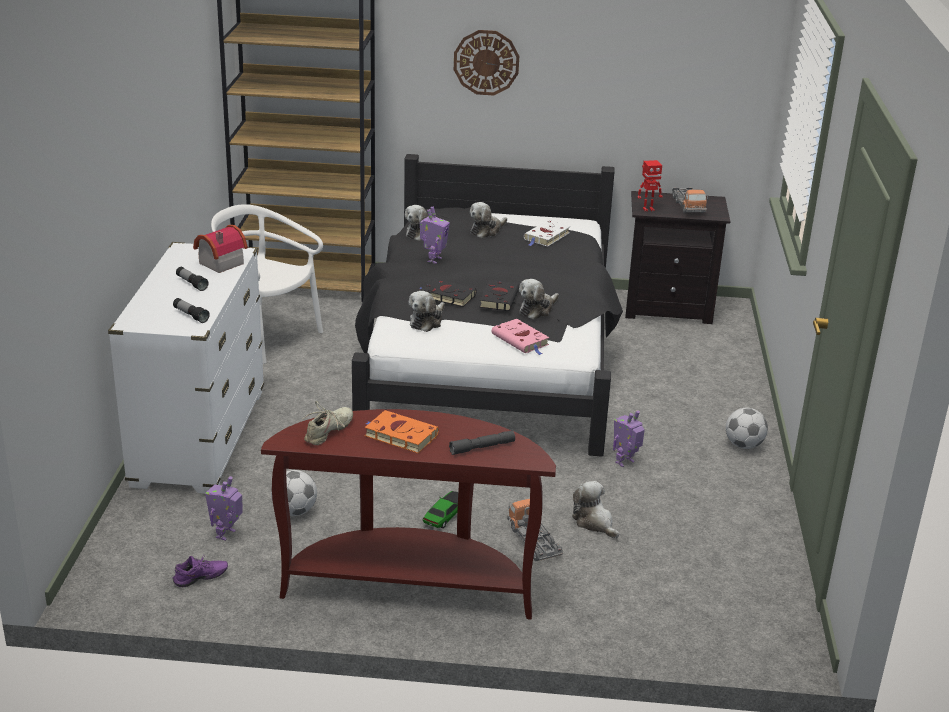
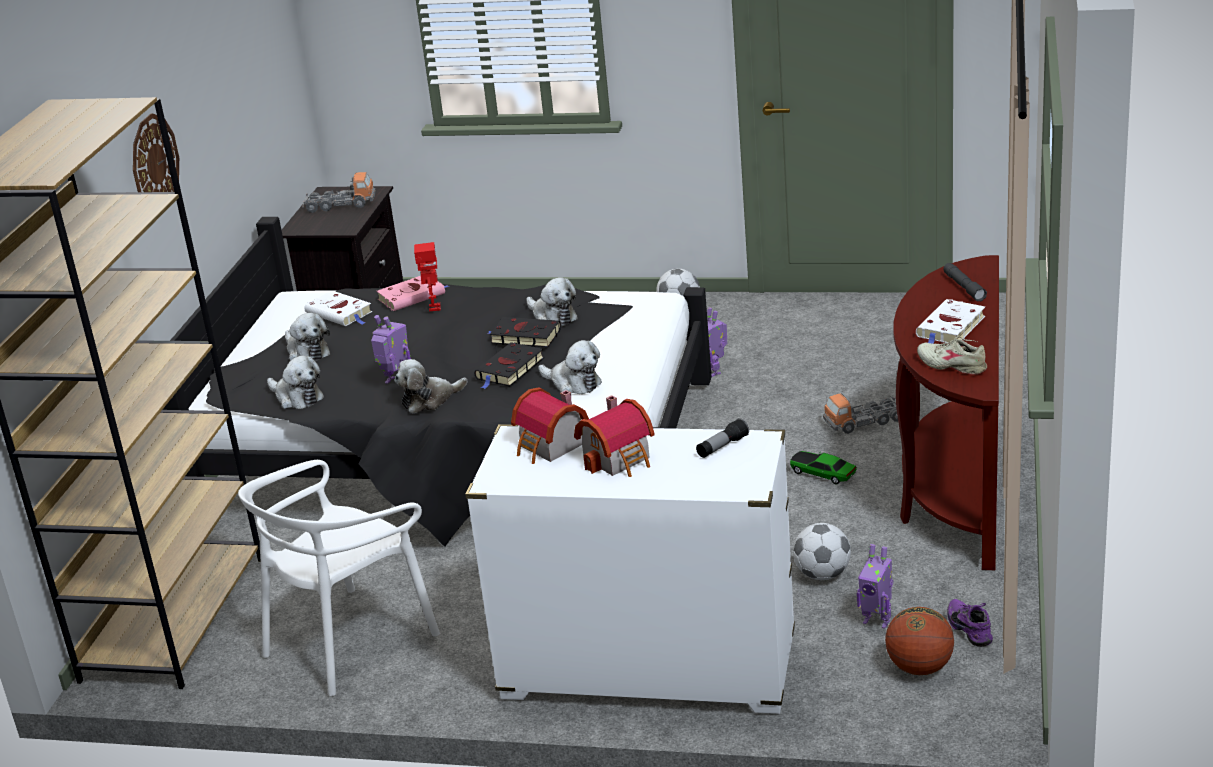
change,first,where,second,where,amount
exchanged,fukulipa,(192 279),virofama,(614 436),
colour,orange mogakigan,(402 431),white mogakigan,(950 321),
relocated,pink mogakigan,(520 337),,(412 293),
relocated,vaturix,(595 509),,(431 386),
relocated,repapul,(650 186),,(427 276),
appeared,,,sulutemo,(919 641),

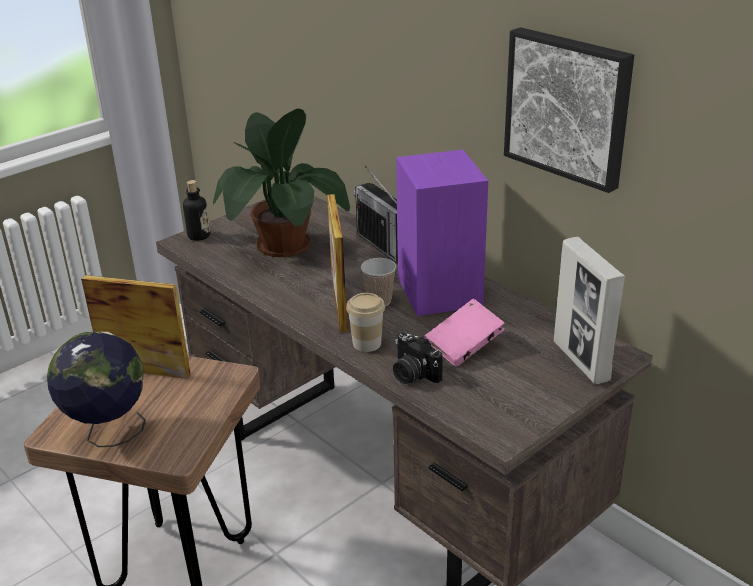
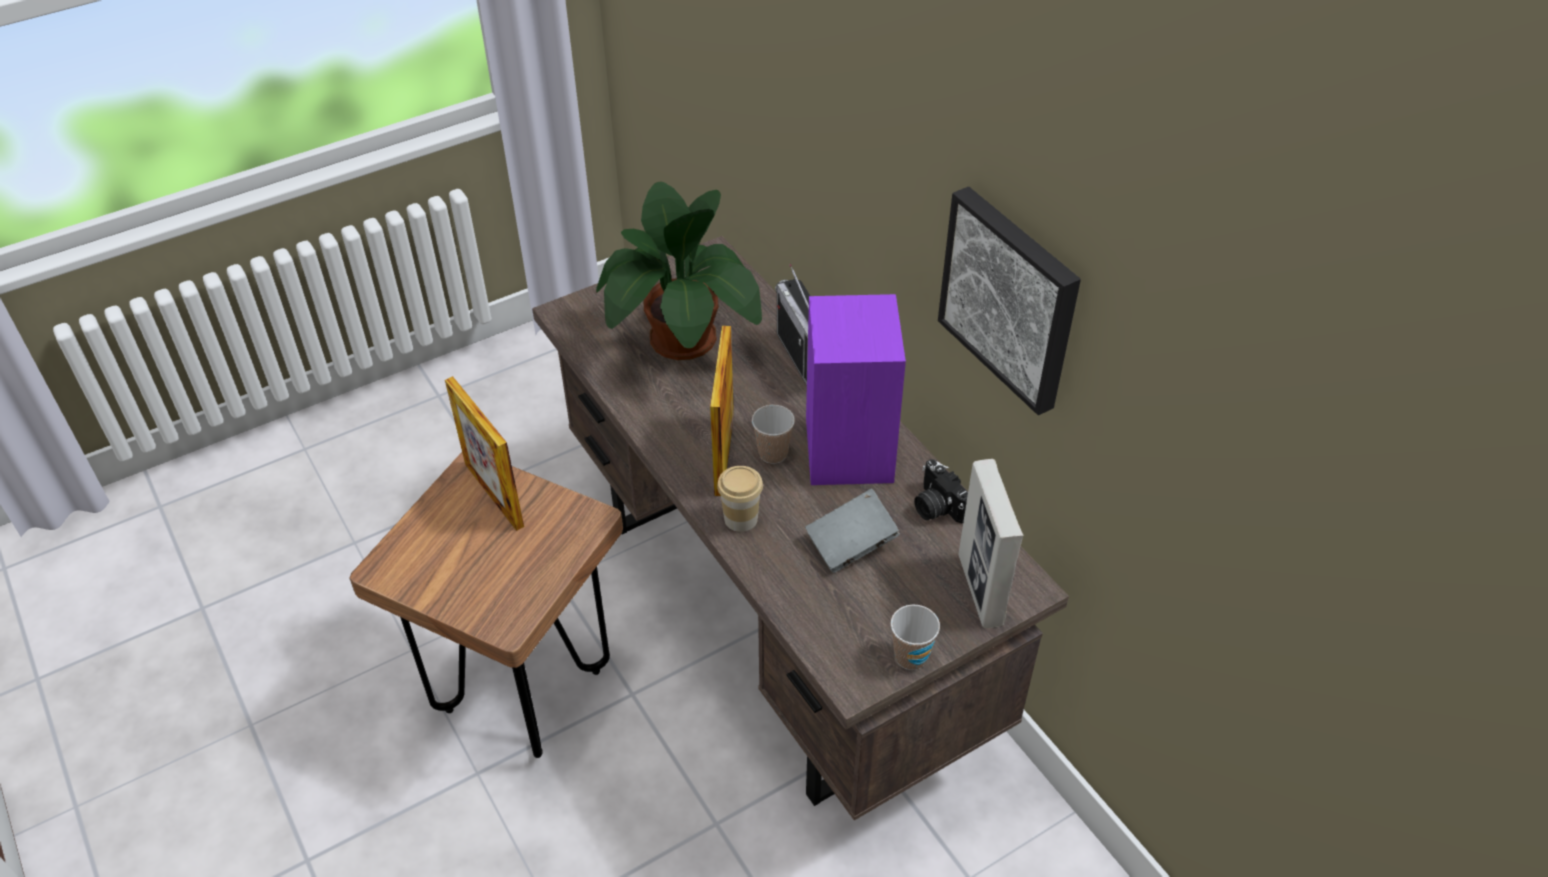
change,first,where,second,where,amount
missing,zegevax,(96 389),,,
spun,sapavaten,(136 327),,(484 453),150 degrees counterclockwise
missing,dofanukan,(196 210),,,
relocated,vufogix,(418 358),,(941 491),
colour,pink mogakigan,(464 333),grey mogakigan,(852 531),
appeared,,,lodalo,(915 637),

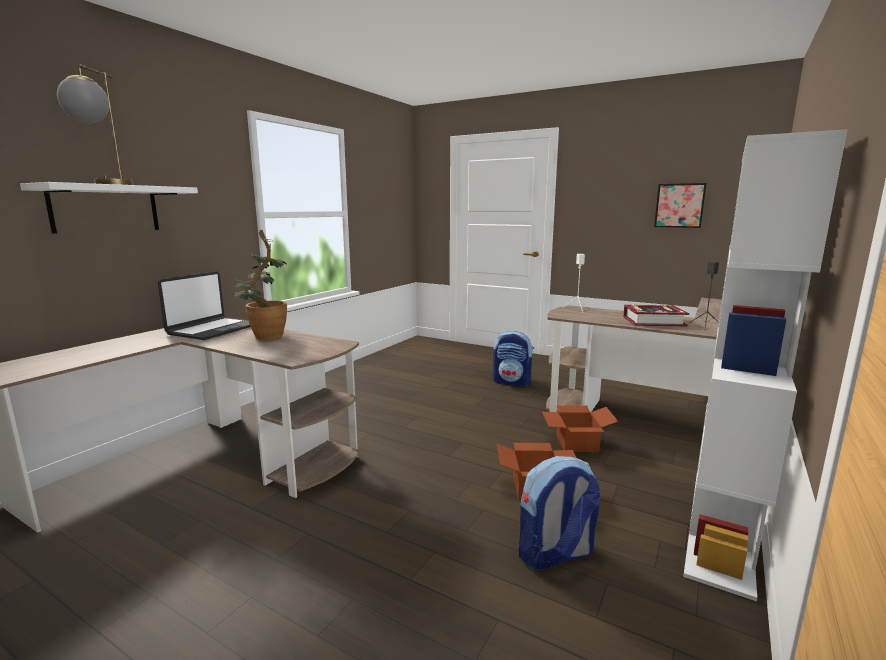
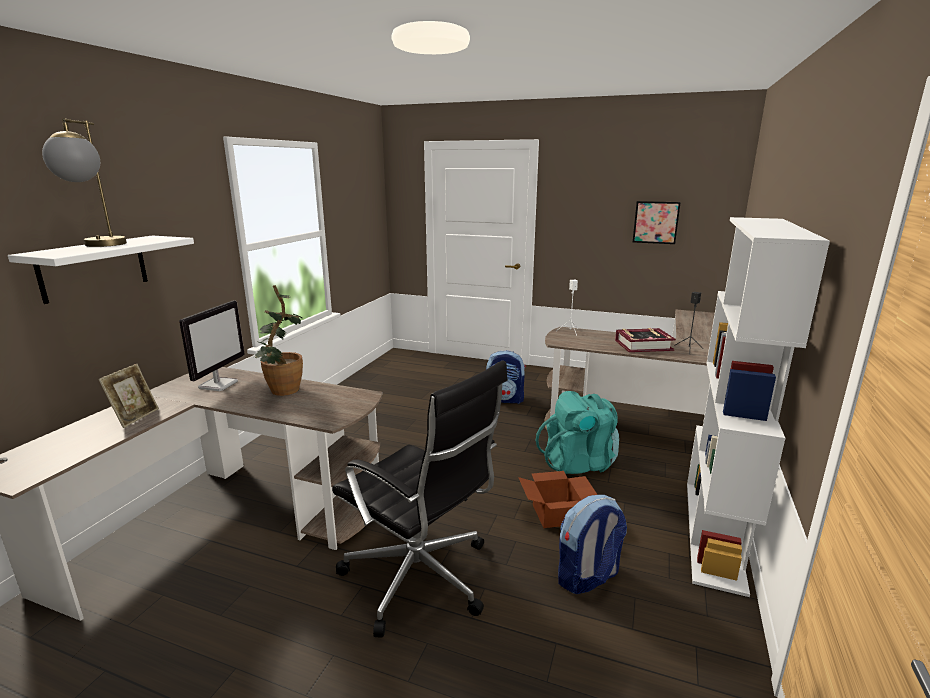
change,first,where,second,where,amount
exchanged,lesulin,(204 305),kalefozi,(211 345),
exchanged,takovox,(580 428),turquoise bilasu,(577 432),
appeared,,,sapavaten,(128 396),
appeared,,,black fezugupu,(420 499),

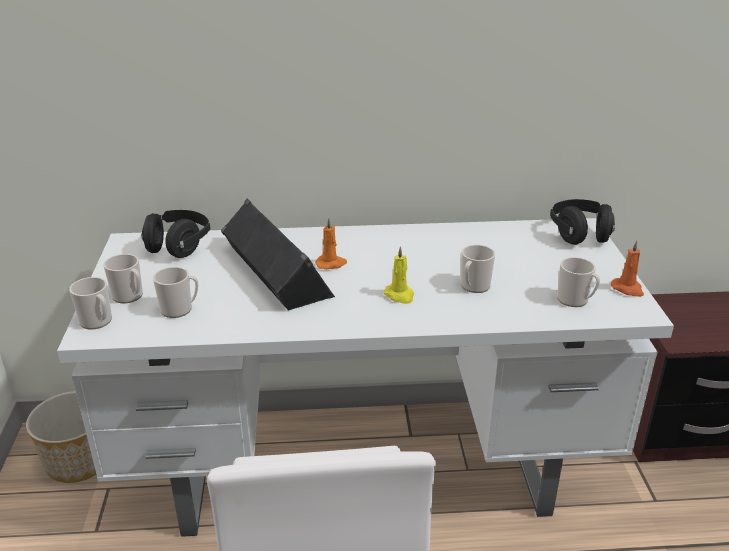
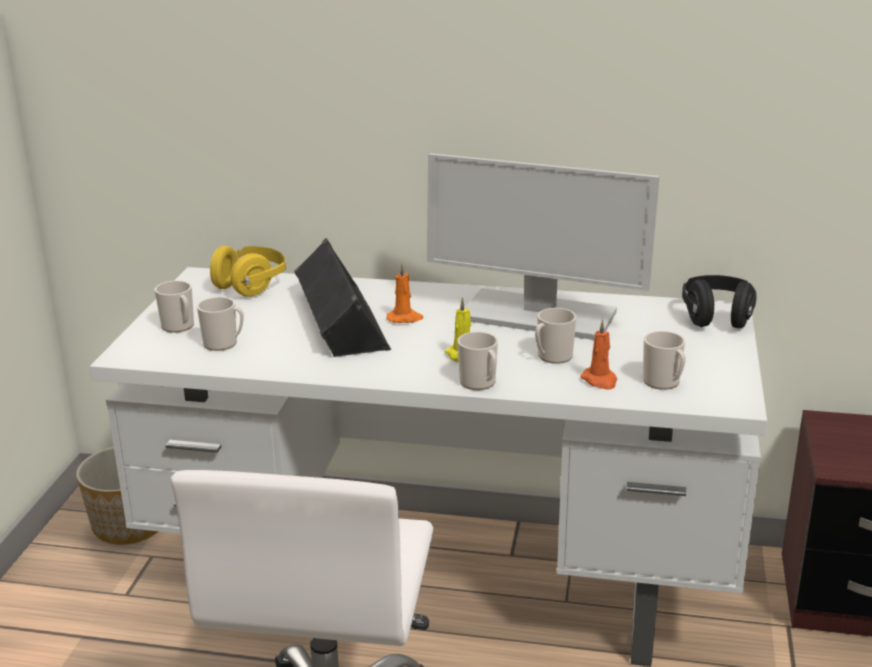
change,first,where,second,where,amount
relocated,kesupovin,(90 303),,(477 361),
colour,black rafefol,(176 234),yellow rafefol,(248 271),
relocated,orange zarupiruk,(627 269),,(599 355),
appeared,,,kalefozi,(543 246),

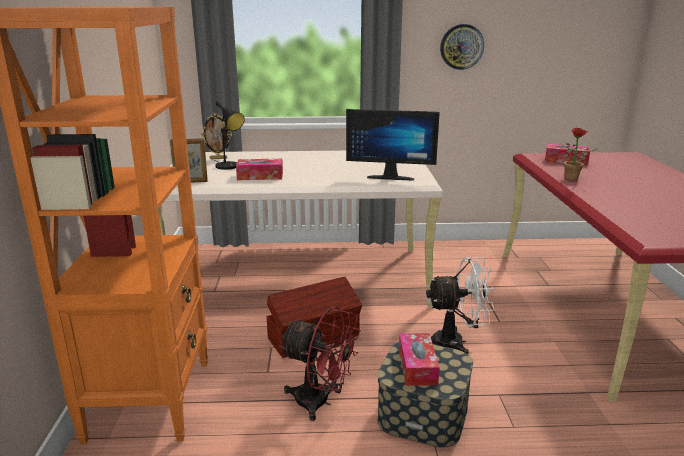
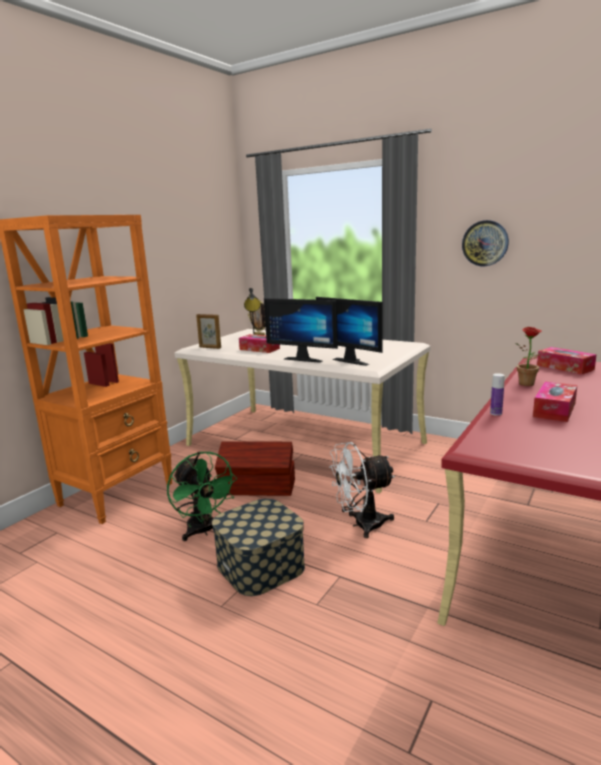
change,first,where,second,where,amount
colour,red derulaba,(320 363),green derulaba,(202 496),
relocated,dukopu,(419 359),,(555 402),
spun,white derulaba,(460 305),,(362 490),135 degrees clockwise
appeared,,,kalefozi,(301 330),
appeared,,,dofanukan,(497 394),

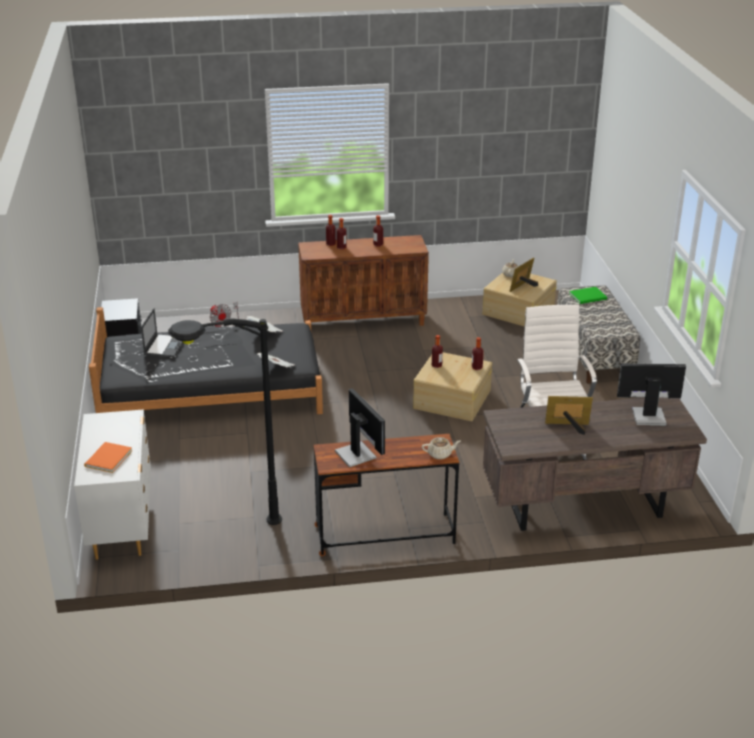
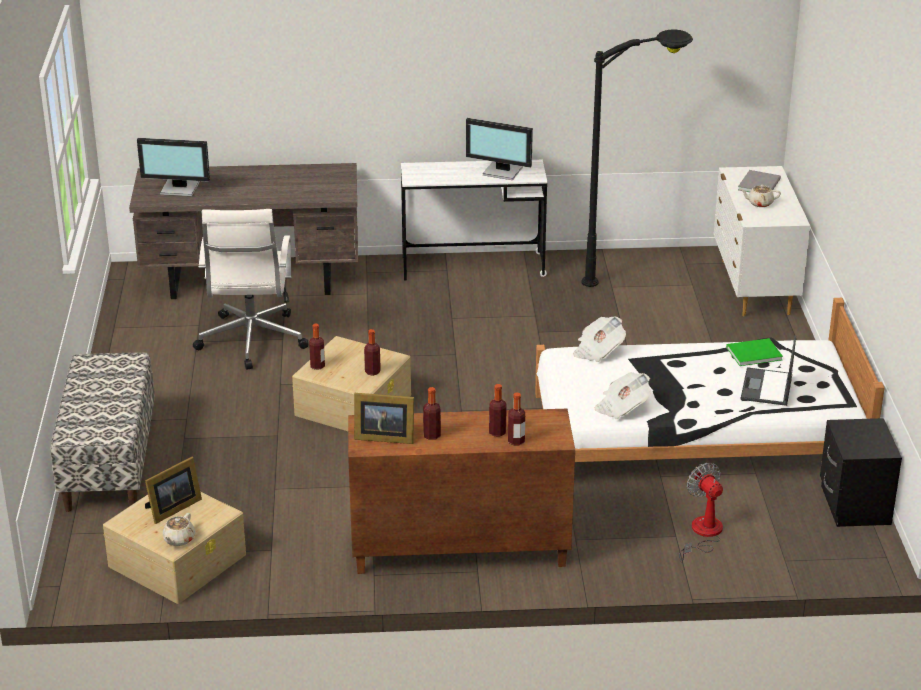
change,first,where,second,where,amount
colour,orange mogakigan,(108 457),grey mogakigan,(759 181),
colour,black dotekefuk,(206 360),white dotekefuk,(710 380),
colour,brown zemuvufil,(386 495),white zemuvufil,(474 220),
spun,kalefozi,(360 427),,(499 149),45 degrees counterclockwise
relocated,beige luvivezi,(441 448),,(760 196),
relocated,sapavaten,(569 415),,(384 418),
relocated,green mogakigan,(588 295),,(754 352),

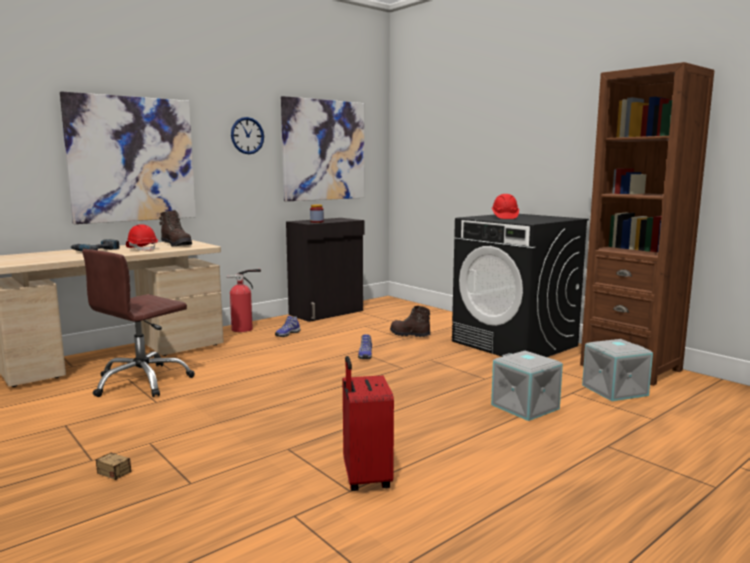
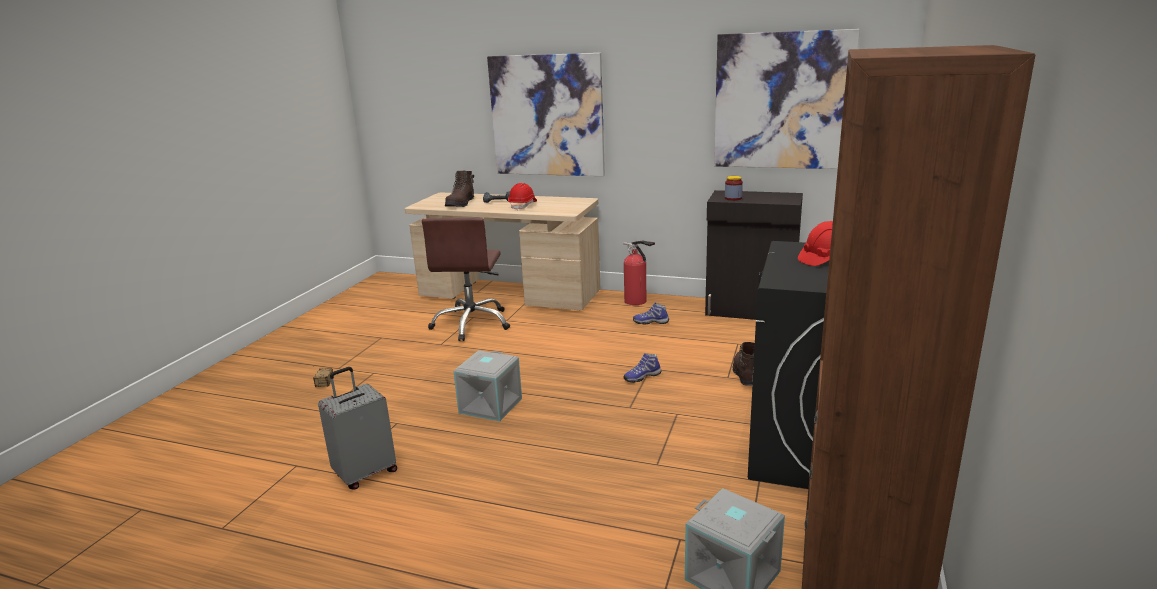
change,first,where,second,where,amount
spun,brown fezugupu,(138 323),,(466 279),90 degrees counterclockwise
relocated,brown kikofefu,(175 228),,(459 188),
missing,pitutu,(247 135),,,
colour,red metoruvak,(368 423),grey metoruvak,(357 428),
relocated,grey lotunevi,(527 386),,(487 385),

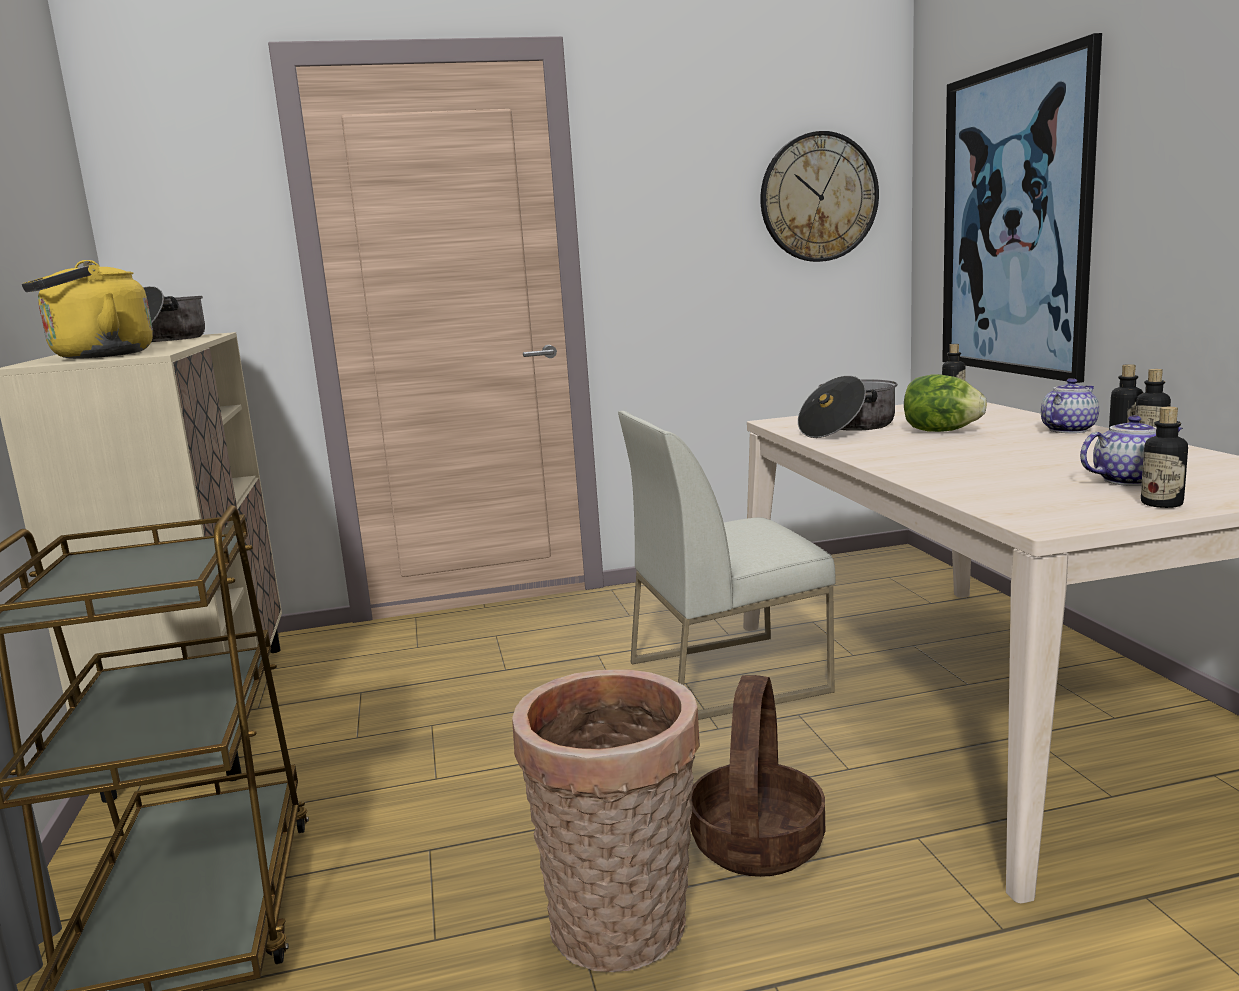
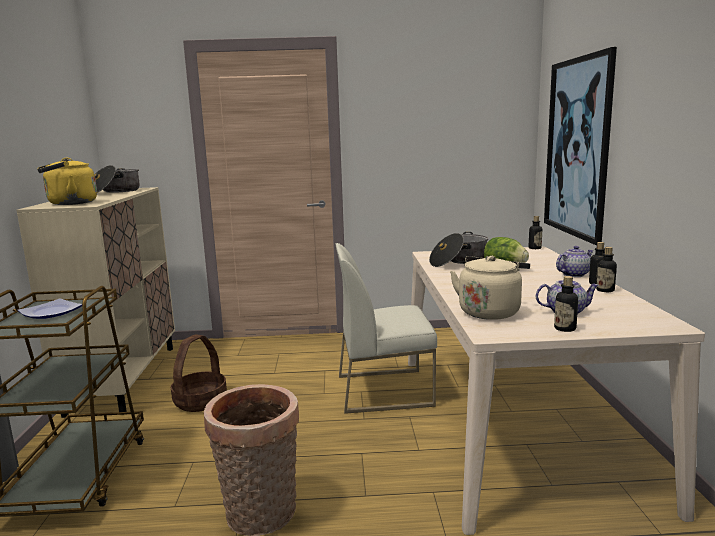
change,first,where,second,where,amount
relocated,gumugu,(757 776),,(199 373),
missing,pitutu,(819 196),,,
appeared,,,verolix,(49 309),
appeared,,,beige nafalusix,(490 288),

